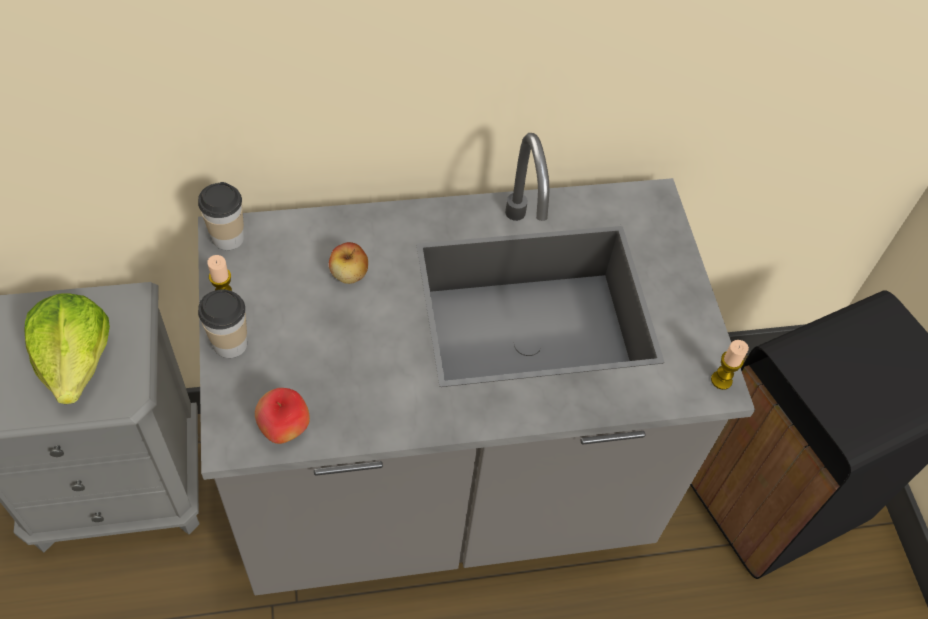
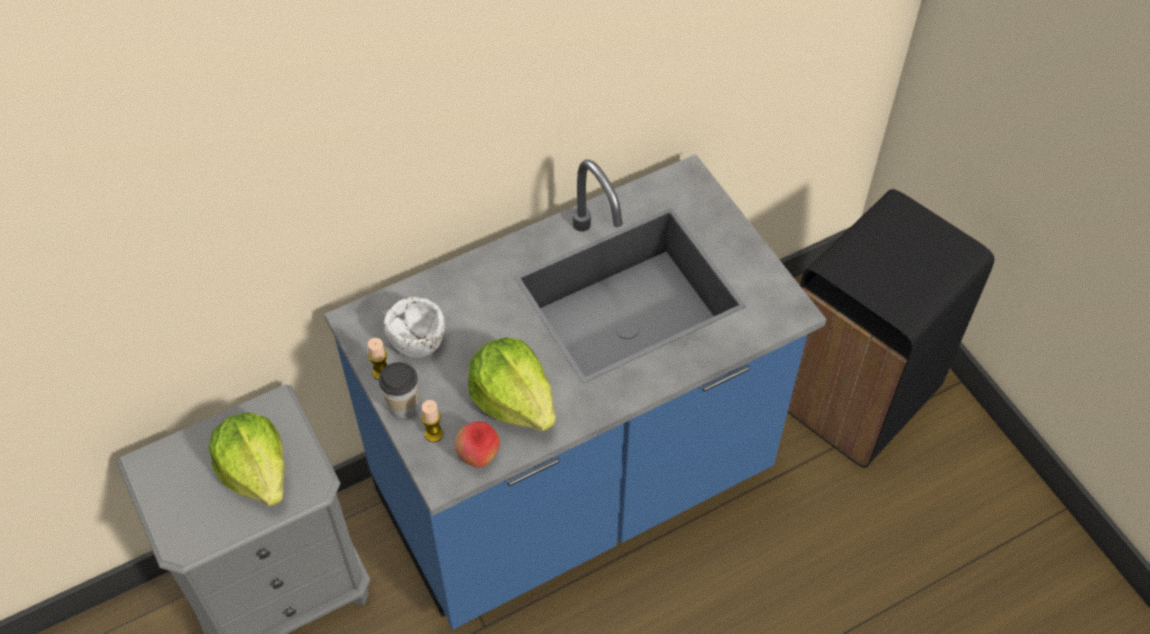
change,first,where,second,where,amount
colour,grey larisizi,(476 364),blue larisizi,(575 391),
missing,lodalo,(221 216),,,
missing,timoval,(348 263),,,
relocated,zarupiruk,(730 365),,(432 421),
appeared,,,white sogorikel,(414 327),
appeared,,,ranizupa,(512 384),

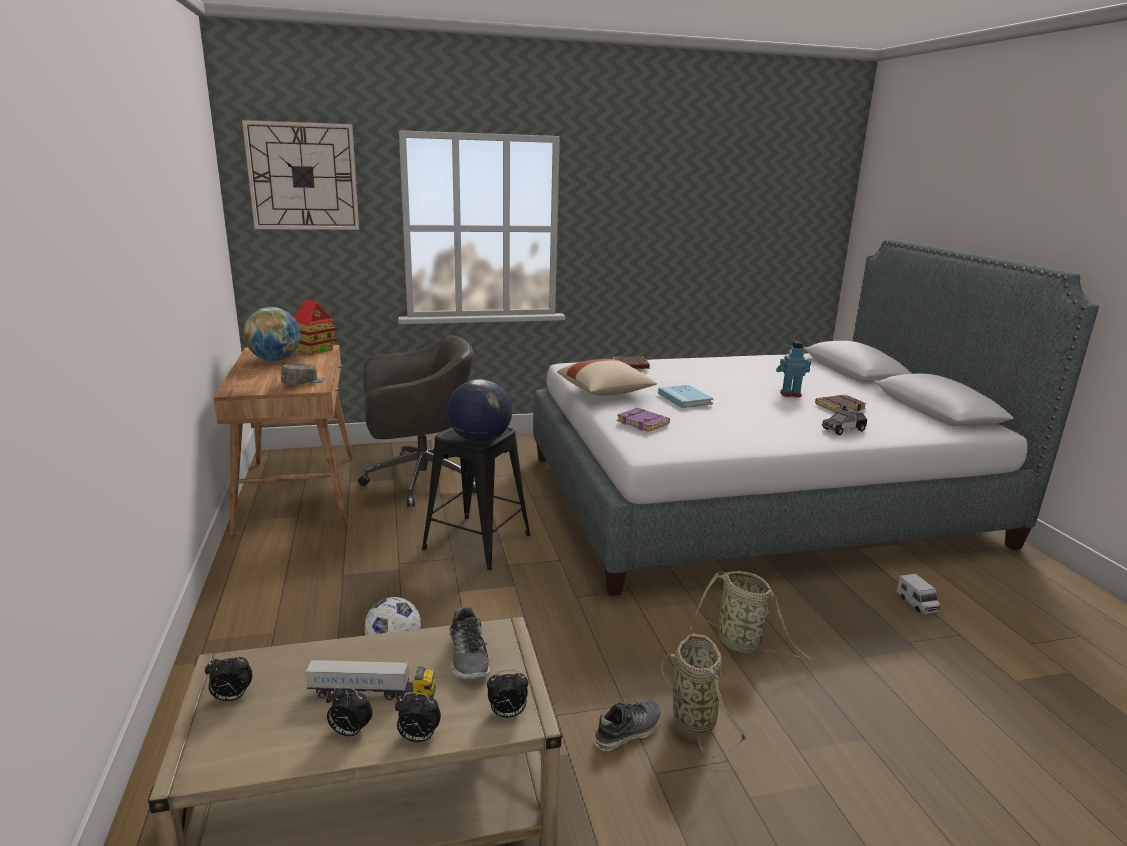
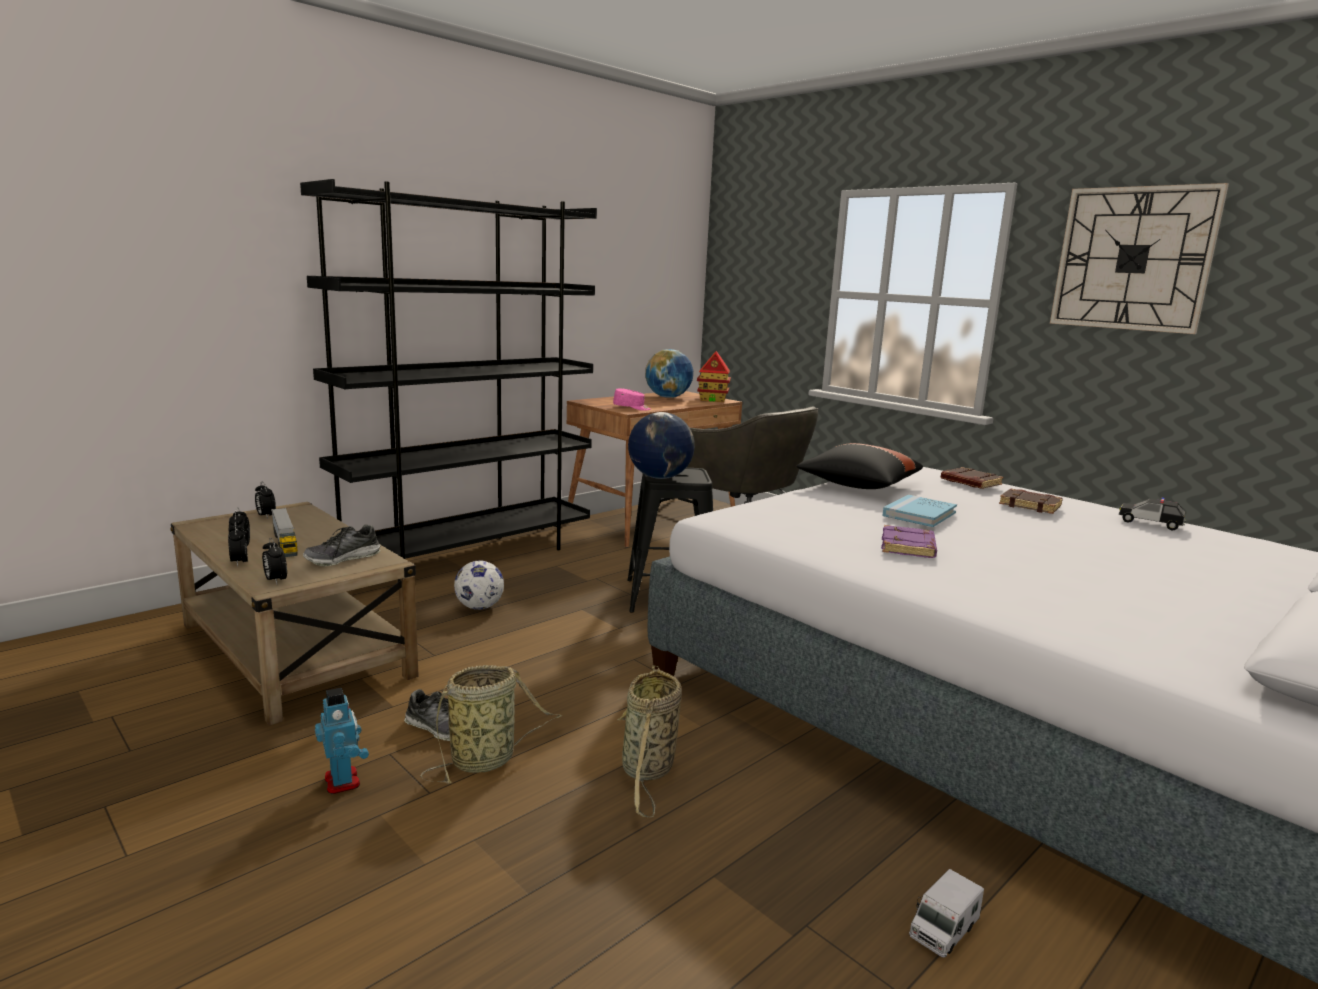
change,first,where,second,where,amount
relocated,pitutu,(300 175),,(1139 258),
colour,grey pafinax,(303 374),pink pafinax,(632 399),
colour,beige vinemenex,(607 377),black vinemenex,(860 466),
relocated,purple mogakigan,(643 420),,(909 541),
relocated,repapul,(793 369),,(342 741),
relocated,brown mogakigan,(841 404),,(1031 501),
relocated,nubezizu,(844 421),,(1152 514),
appeared,,,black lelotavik,(448 369),

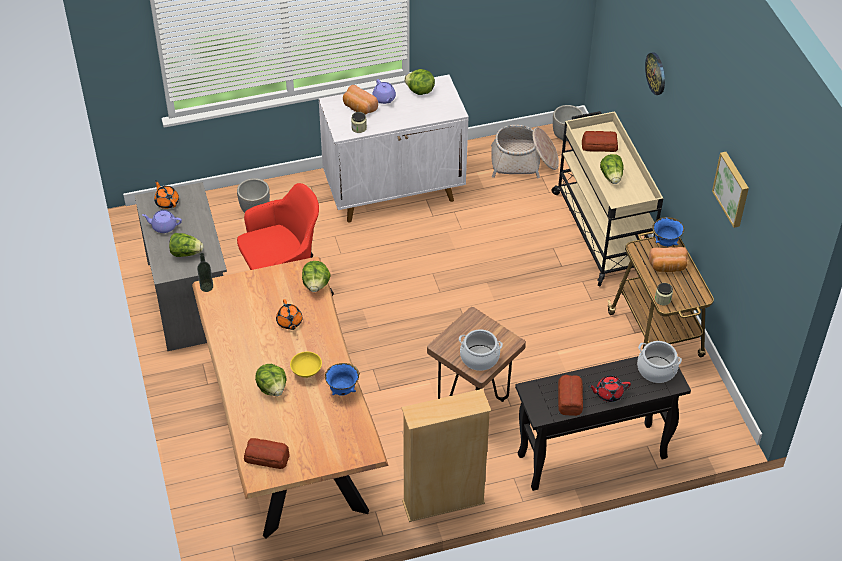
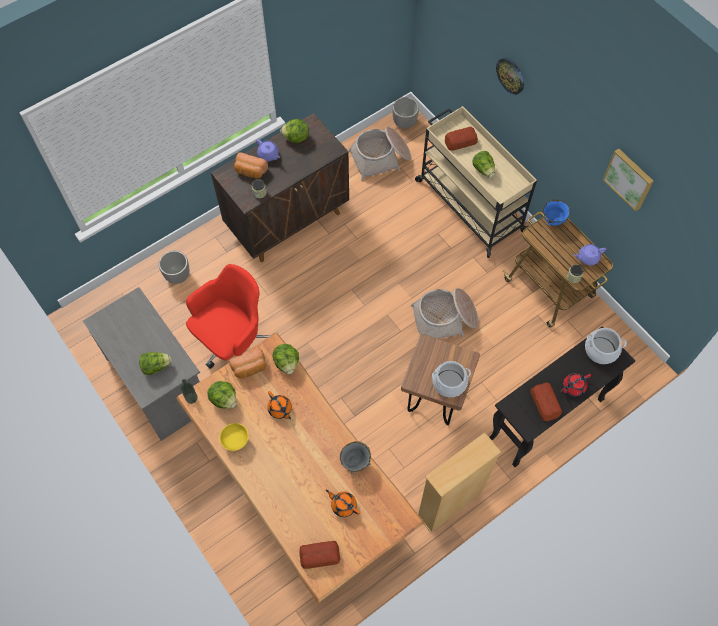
change,first,where,second,where,amount
relocated,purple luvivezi,(162 221),,(590 254),
relocated,orange luvivezi,(166 194),,(343 503),
relocated,ranizupa,(270 380),,(222 395),
relocated,yellow sogorikel,(306 365),,(234 437),
colour,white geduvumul,(394 148),brown geduvumul,(280 187),
colour,blue sogorikel,(342 379),grey sogorikel,(355 457),
relocated,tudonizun,(668 259),,(247 364),
appeared,,,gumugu,(444 313),

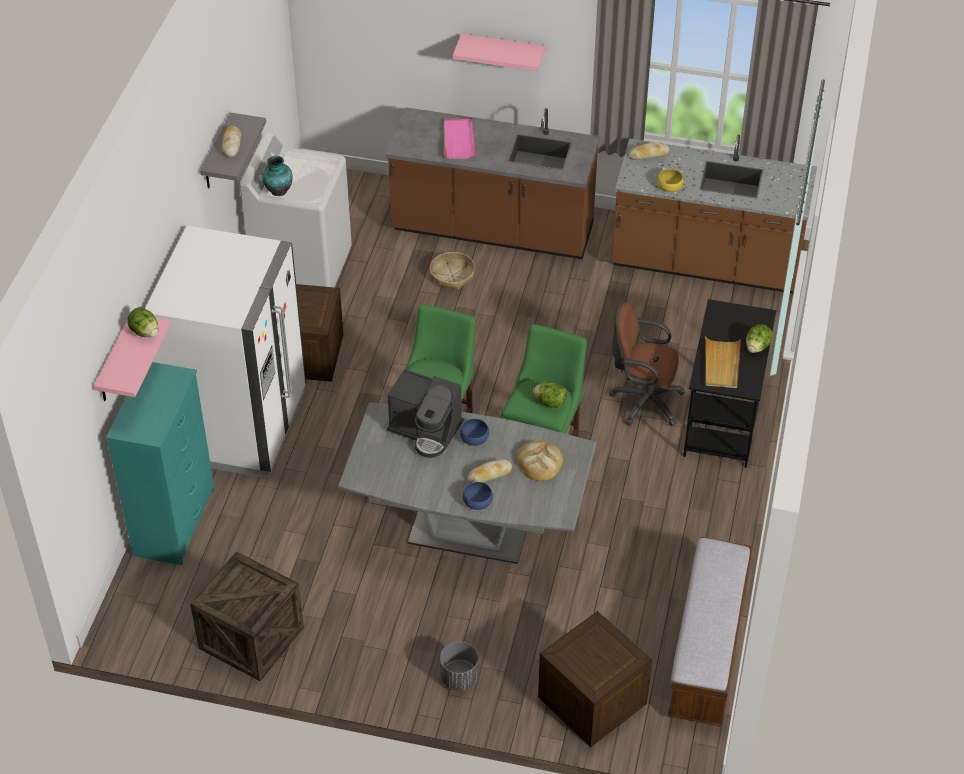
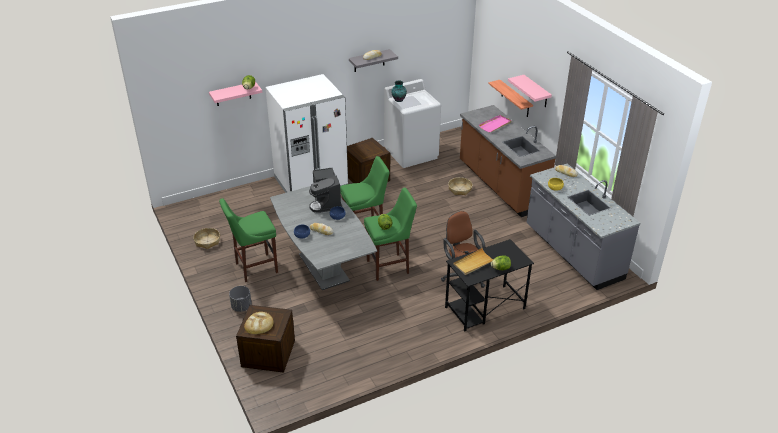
change,first,where,second,where,amount
missing,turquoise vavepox,(160 464),,,
exchanged,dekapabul,(247 616),gumugu,(206 238),
relocated,tudonizun,(540 461),,(258 323),
colour,brown larisizi,(714 214),grey larisizi,(583 227),
missing,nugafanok,(710 632),,,
appeared,,,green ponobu,(248 240),
appeared,,,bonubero,(510 98),

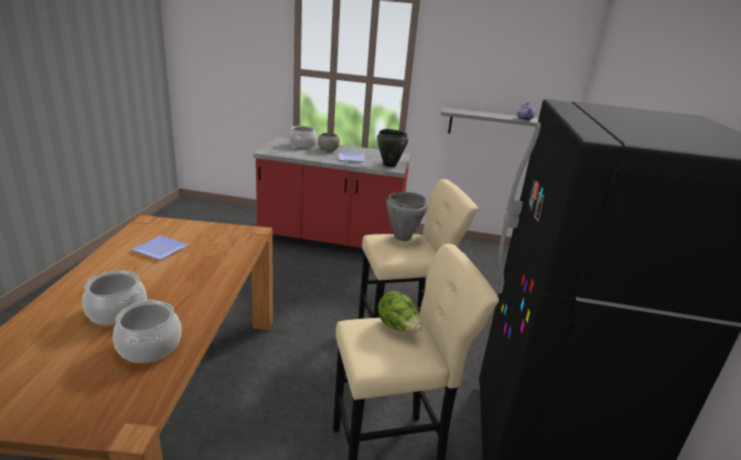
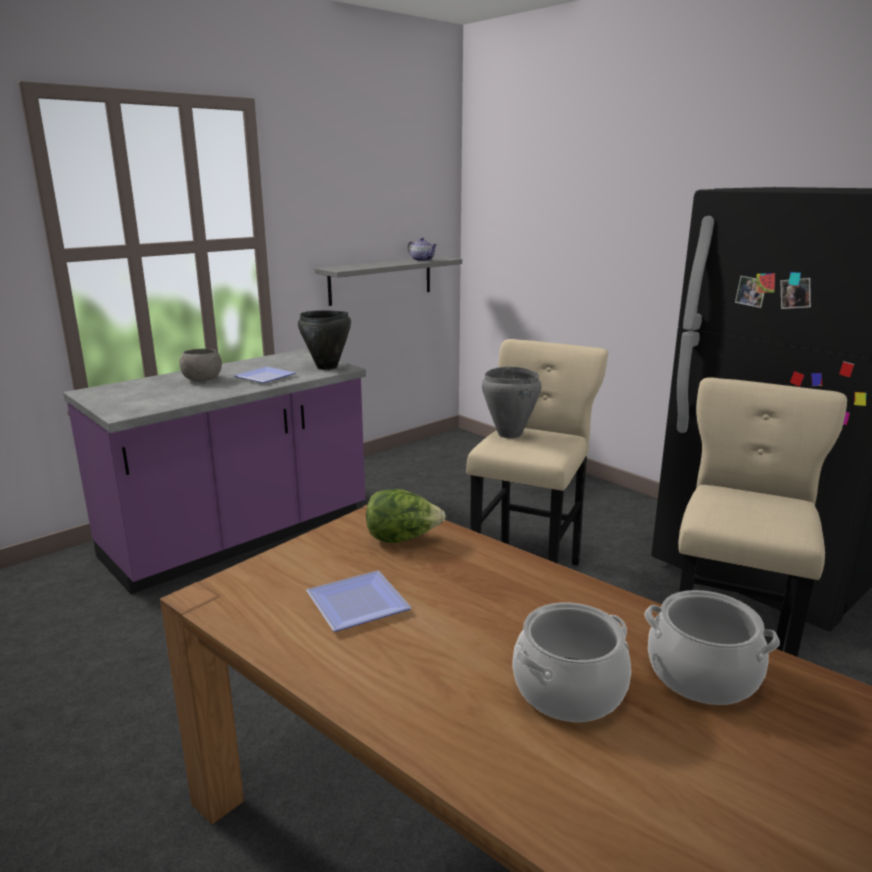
change,first,where,second,where,amount
colour,red larisizi,(332 195),purple larisizi,(214 471),
missing,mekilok,(303 137),,,
relocated,ranizupa,(400 311),,(406 516),

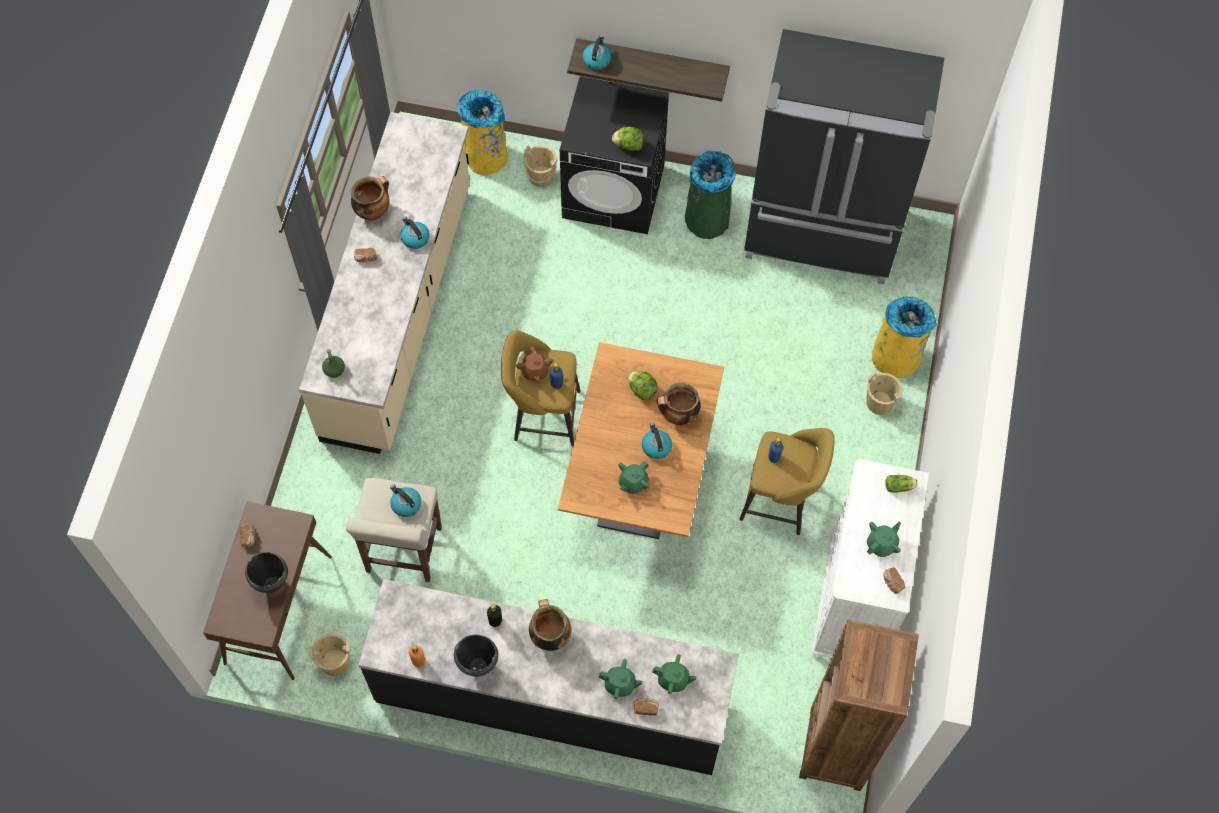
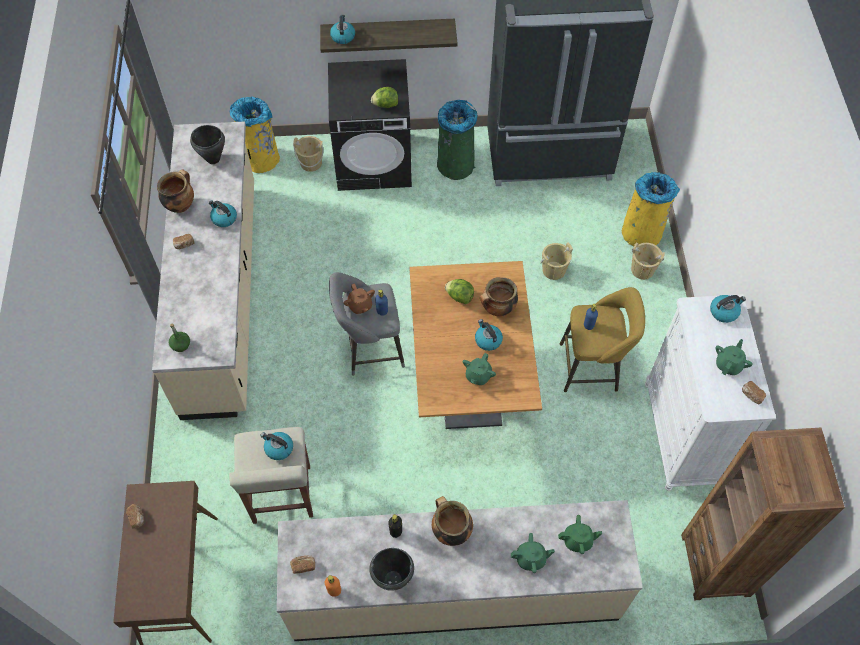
change,first,where,second,where,amount
relocated,black mekilok,(266 572),,(207 144),
relocated,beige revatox,(330 655),,(557 261),
colour,black larisizi,(548 677),beige larisizi,(460 570),
colour,yellow ponobu,(541 388),grey ponobu,(367 324),
relocated,tudonizun,(646 707),,(302 564),
exchanged,ranizupa,(902 484),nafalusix,(728 309),

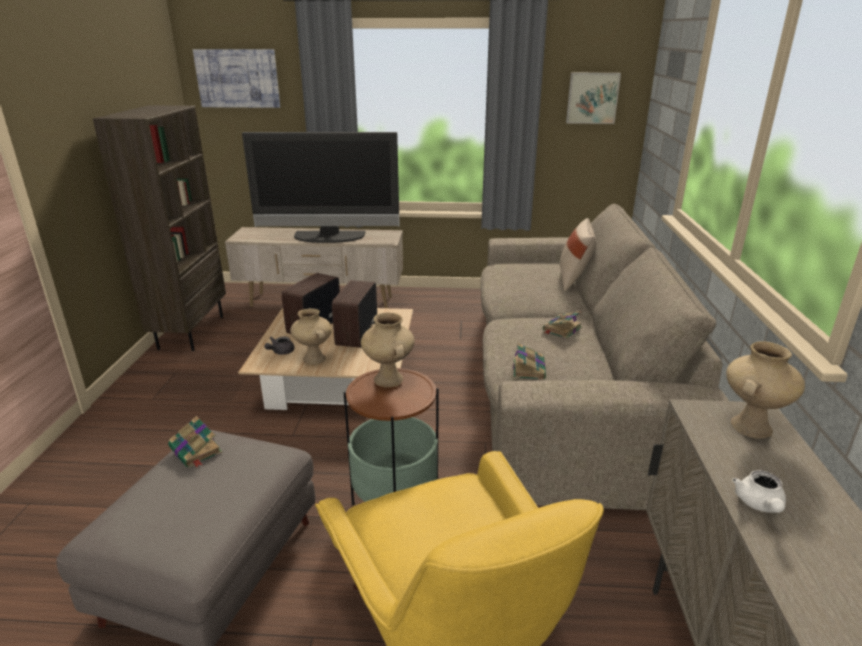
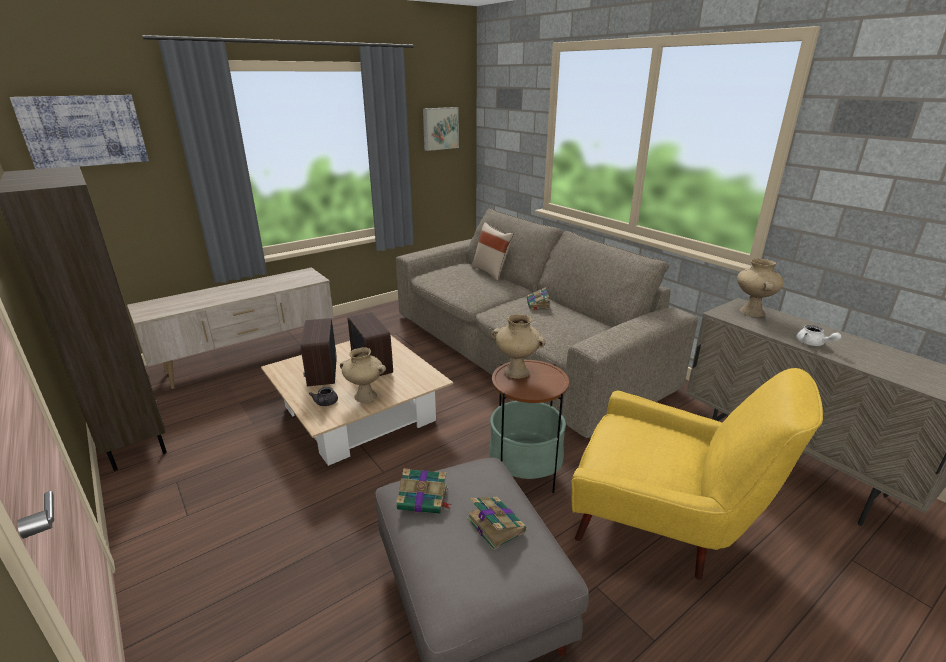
change,first,where,second,where,amount
missing,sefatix,(321 187),,,
relocated,mogakigan,(529 361),,(496 523),

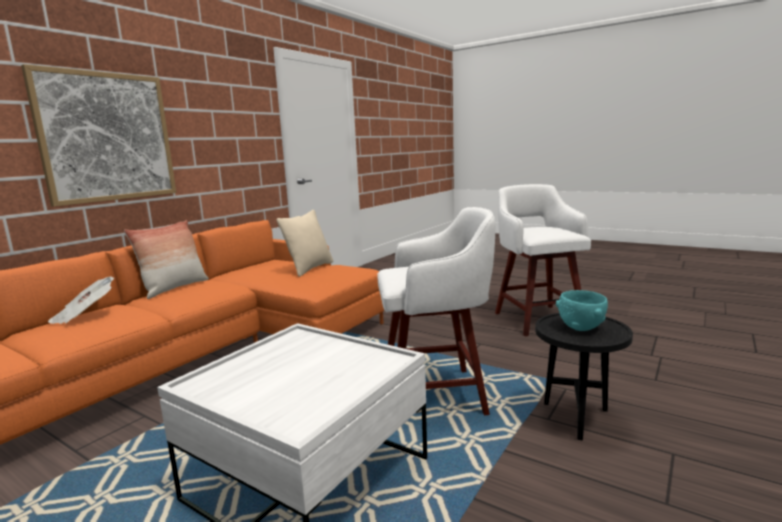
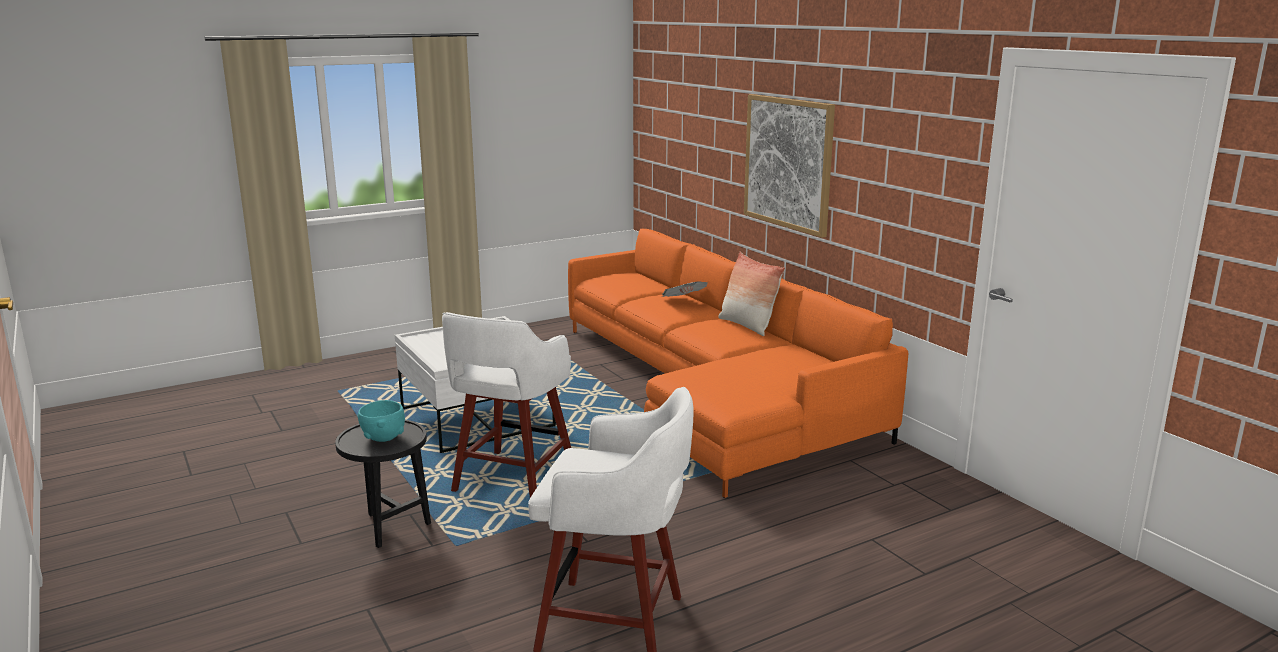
change,first,where,second,where,amount
missing,beige vinemenex,(305 243),,,

